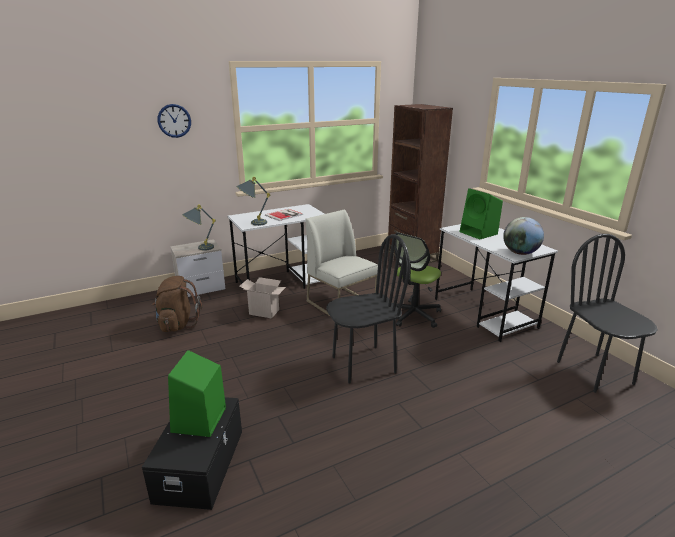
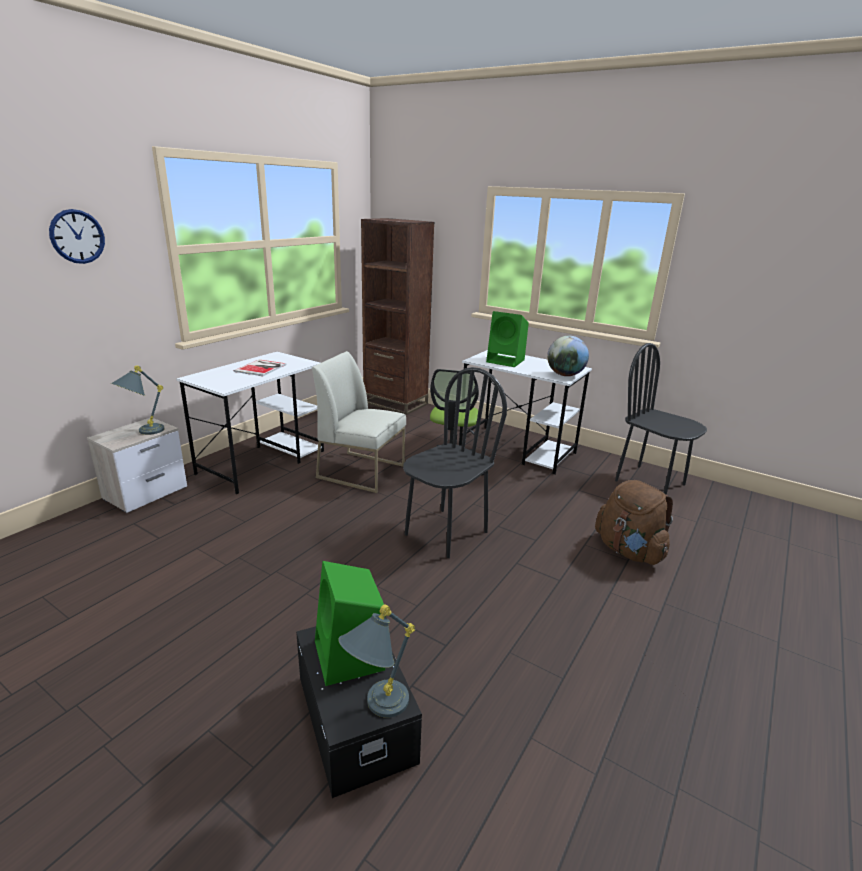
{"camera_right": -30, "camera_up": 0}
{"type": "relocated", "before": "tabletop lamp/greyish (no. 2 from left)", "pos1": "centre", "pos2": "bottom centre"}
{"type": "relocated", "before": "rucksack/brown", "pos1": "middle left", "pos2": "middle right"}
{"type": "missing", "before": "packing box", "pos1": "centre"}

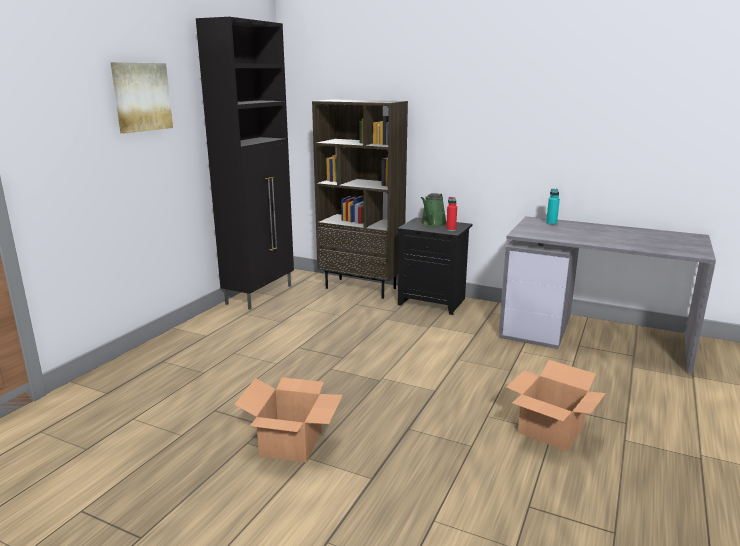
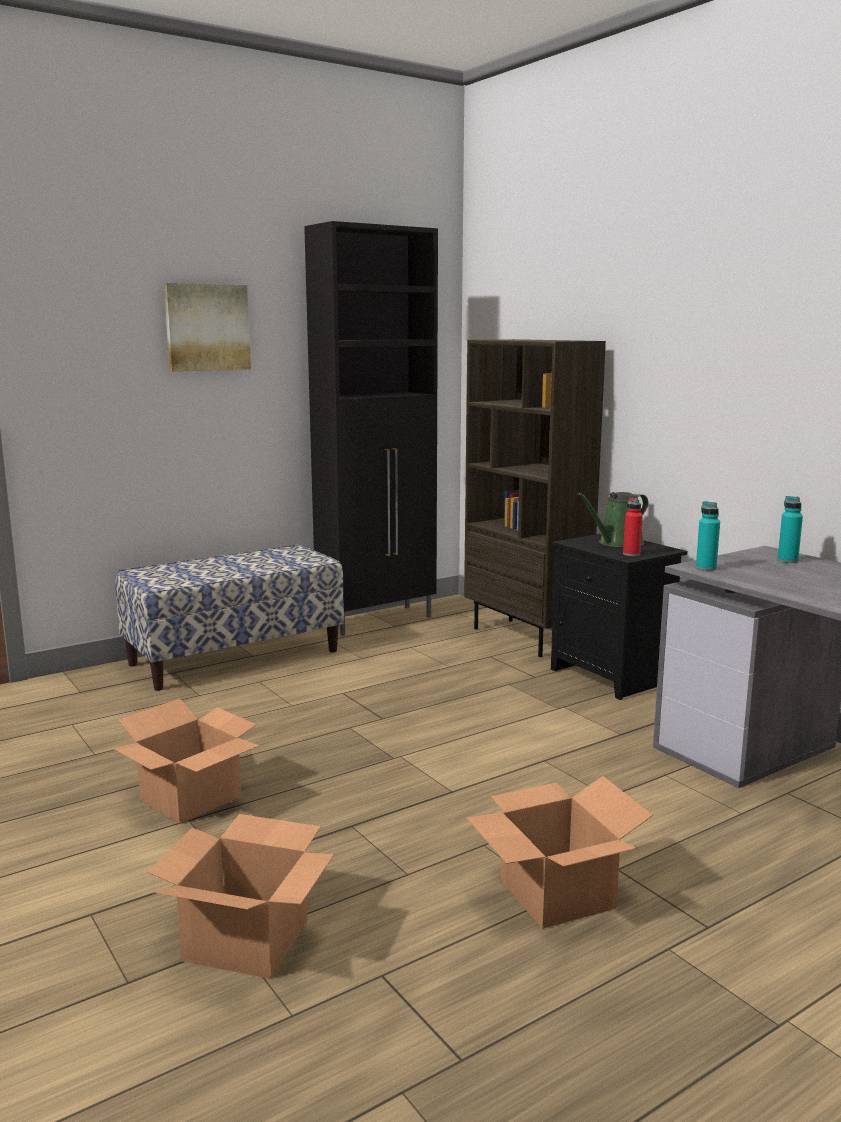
{"camera_right": 30, "camera_up": -5}
{"type": "appeared", "after": "drink bottle/blue-green (no. 1 from left)", "pos2": "middle right"}
{"type": "appeared", "after": "indoor bench", "pos2": "middle left"}
{"type": "appeared", "after": "packing box (no. 2 from left)", "pos2": "bottom left"}

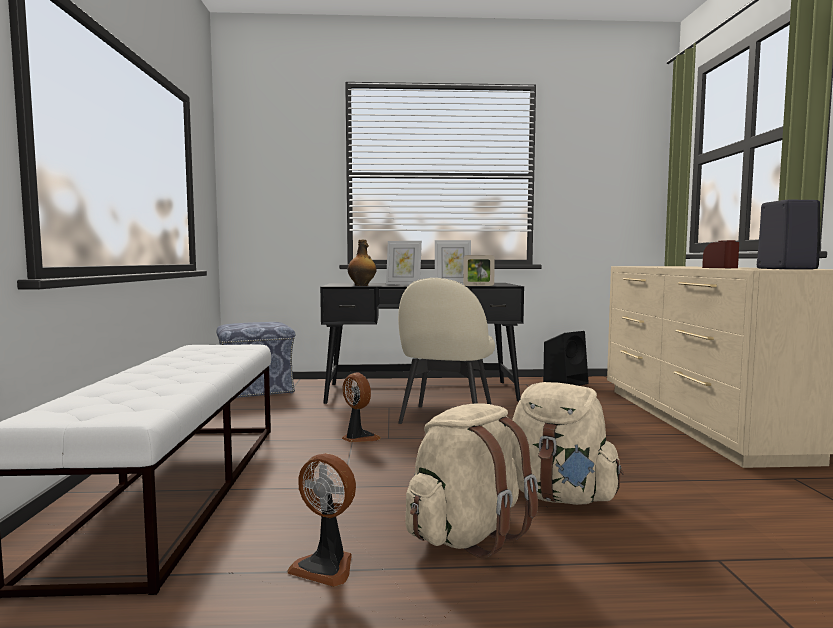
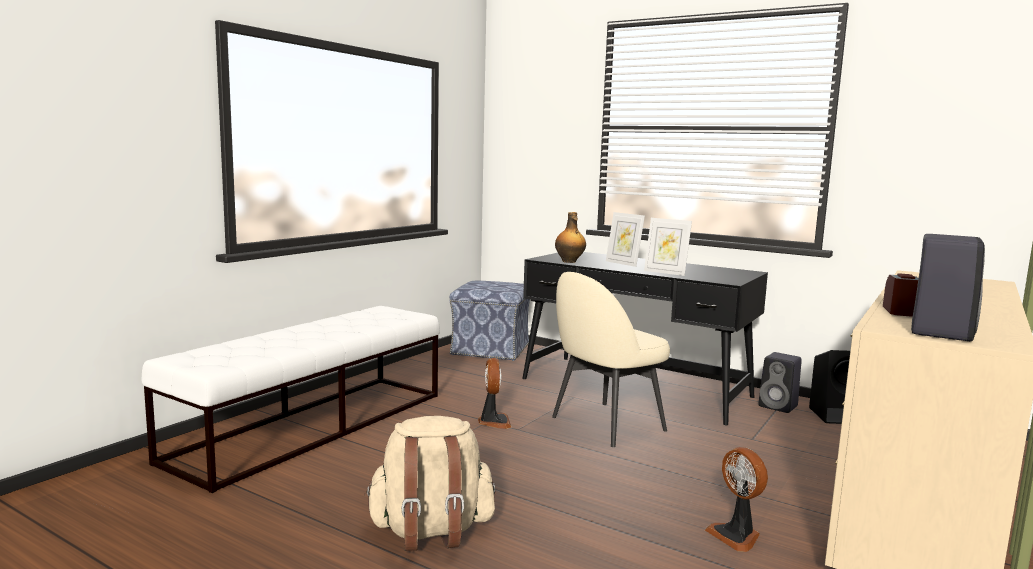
{"camera_right": 35, "camera_up": 5}
{"type": "missing", "before": "photo frame (no. 3 from left)", "pos1": "centre"}
{"type": "missing", "before": "rucksack/sand-coloured (no. 2 from left)", "pos1": "bottom right"}
{"type": "relocated", "before": "fan (no. 1 from left in the first image)", "after": "fan (no. 2 from left)", "pos1": "bottom centre", "pos2": "bottom right"}
{"type": "appeared", "after": "speaker/black (no. 1 from left)", "pos2": "bottom right"}

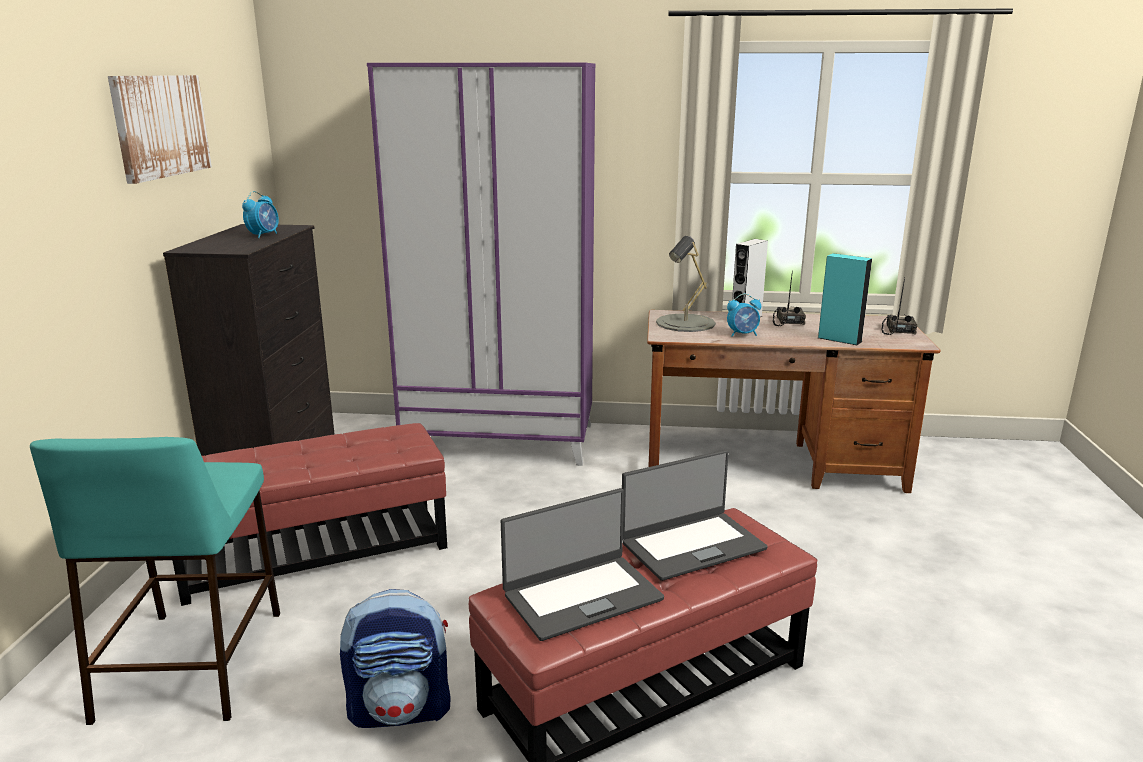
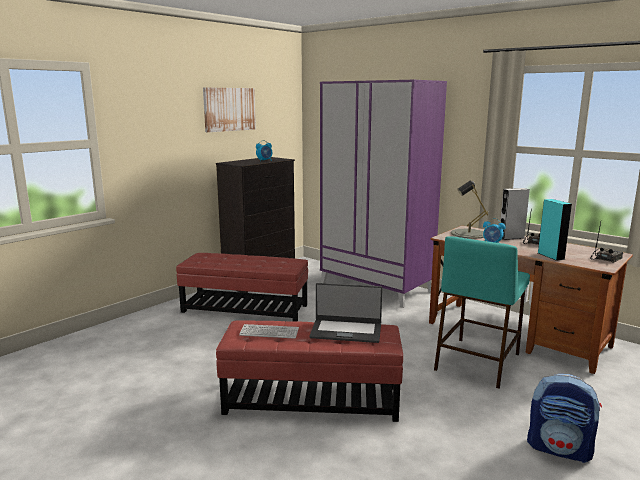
{"camera_right": 35, "camera_up": -5}
{"type": "relocated", "before": "sitting stool/blue-green", "pos1": "bottom left", "pos2": "middle right"}
{"type": "exchanged", "before": "laptop (no. 1 from left)", "after": "PC keyboard", "pos1": "bottom centre", "pos2": "bottom centre"}
{"type": "relocated", "before": "rucksack", "pos1": "bottom centre", "pos2": "bottom right"}

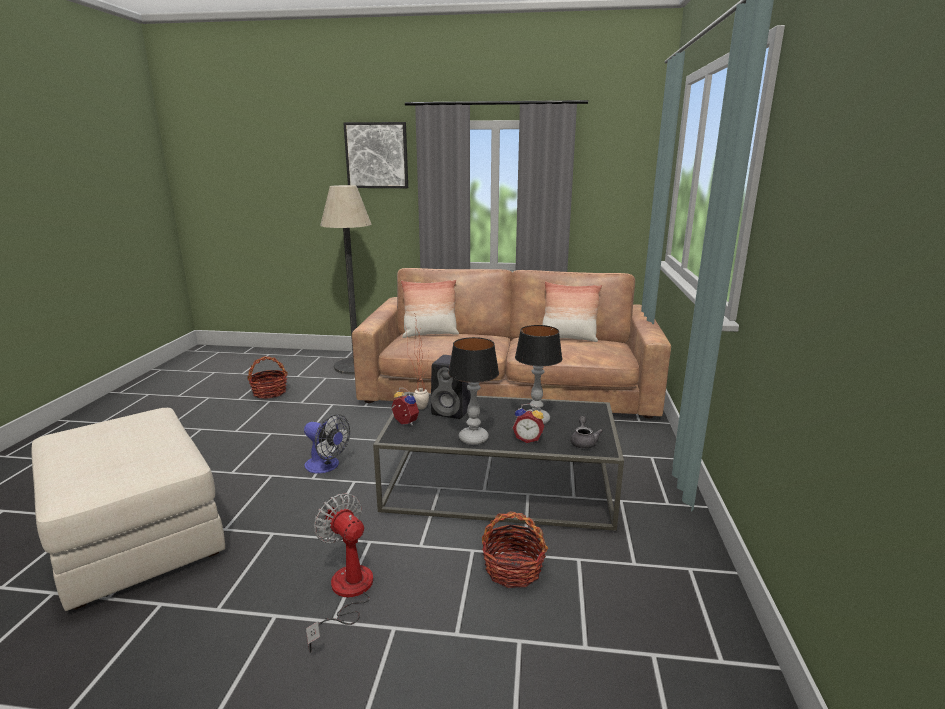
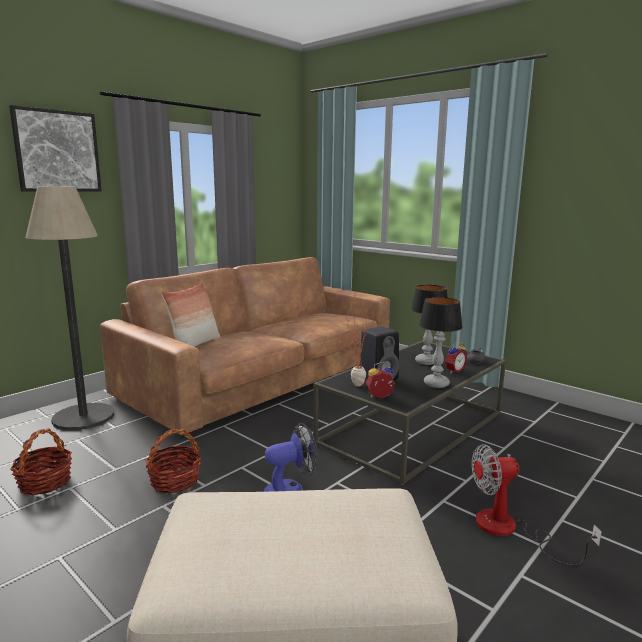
{"camera_right": -55, "camera_up": -5}
{"type": "missing", "before": "throw pillow (no. 2 from left)", "pos1": "centre"}
{"type": "relocated", "before": "household basket (no. 2 from left)", "pos1": "bottom centre", "pos2": "bottom left"}

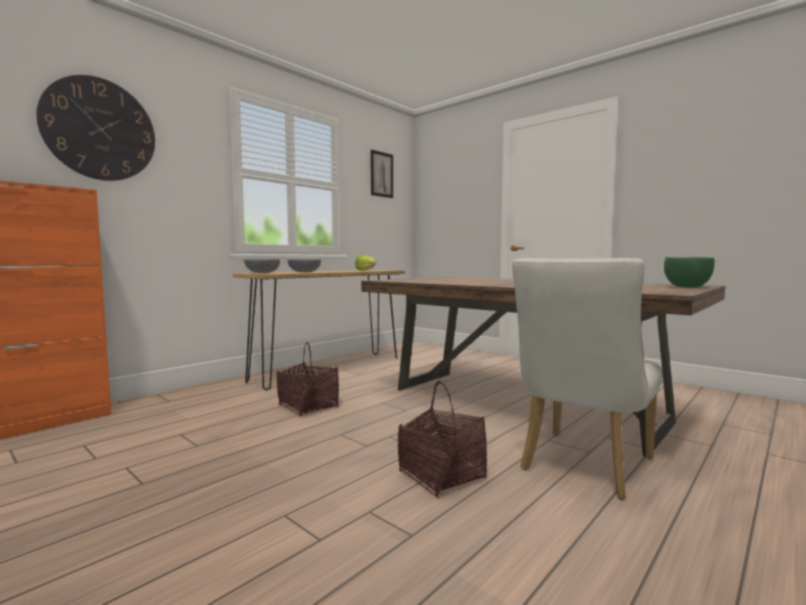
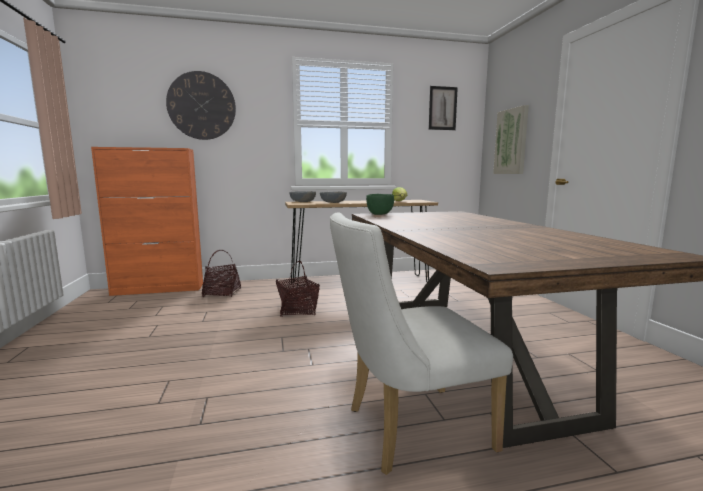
{"camera_right": 35, "camera_up": 5}
{"type": "relocated", "before": "deep dish/green-coloured", "pos1": "middle right", "pos2": "centre"}
{"type": "relocated", "before": "household basket (no. 2 from left in the first image)", "after": "household basket (no. 1 from left)", "pos1": "bottom centre", "pos2": "middle left"}
{"type": "appeared", "after": "wall picture (no. 2 from left)", "pos2": "top right"}

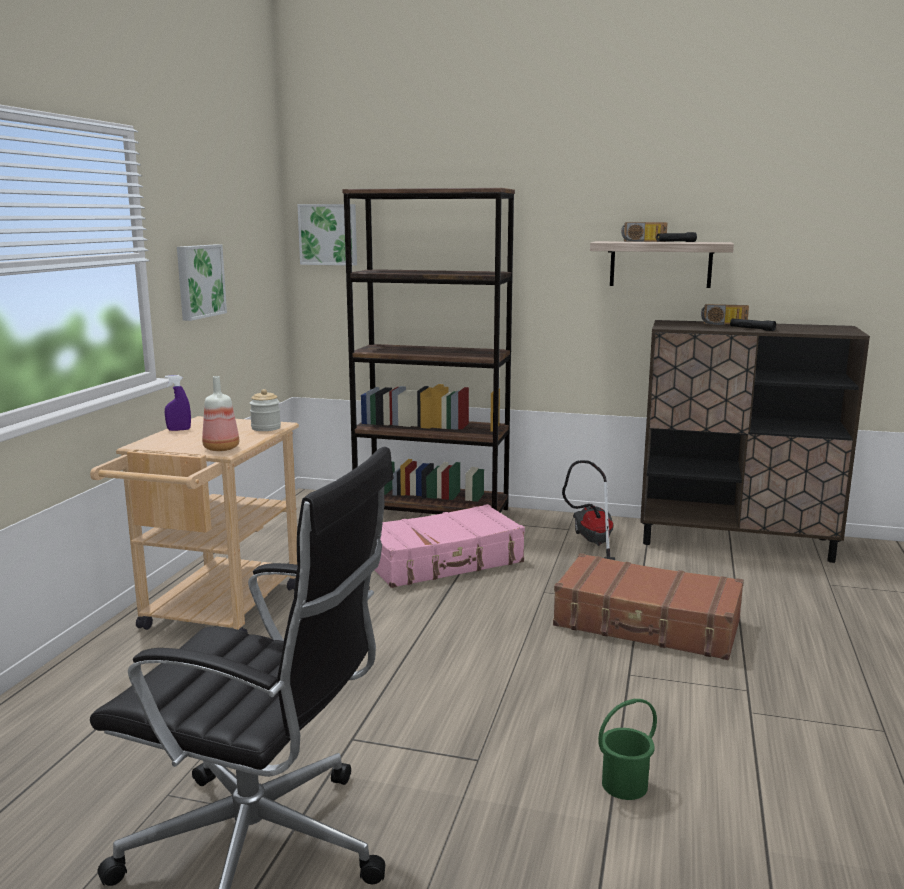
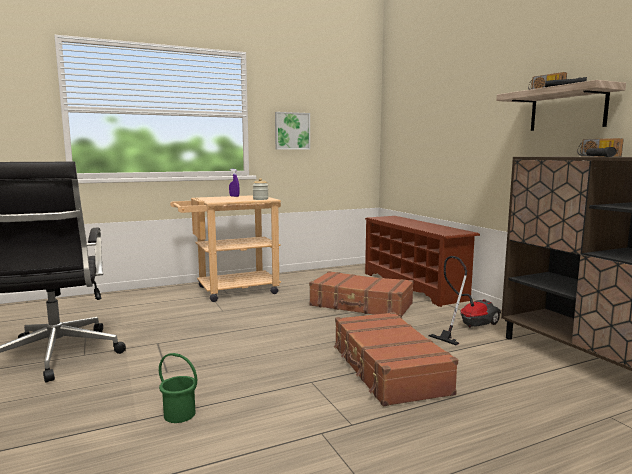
{"camera_right": 50, "camera_up": -5}
{"type": "exchanged", "before": "shelving unit/brown", "after": "shoe shelf/brown", "pos1": "centre", "pos2": "middle right"}
{"type": "missing", "before": "wall picture (no. 2 from left)", "pos1": "top centre"}
{"type": "missing", "before": "drink bottle", "pos1": "middle left"}
{"type": "colour", "before": "piece of luggage/pink", "after": "piece of luggage/brown (no. 1 from left)", "pos1": "centre", "pos2": "centre"}

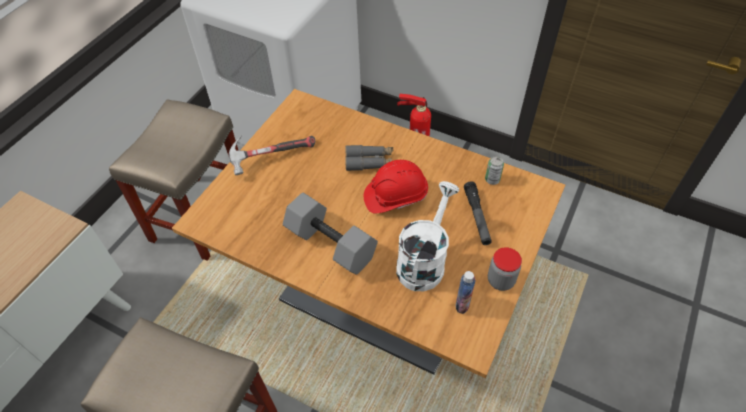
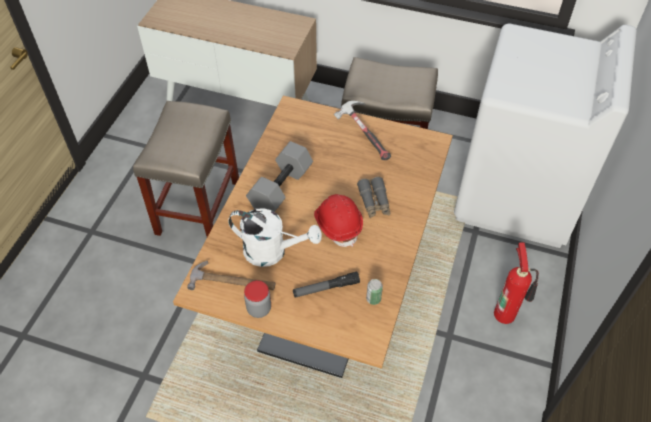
{"camera_right": 80, "camera_up": 0}
{"type": "exchanged", "before": "drink bottle", "after": "tool hammer (no. 1 from left)", "pos1": "bottom centre", "pos2": "centre"}

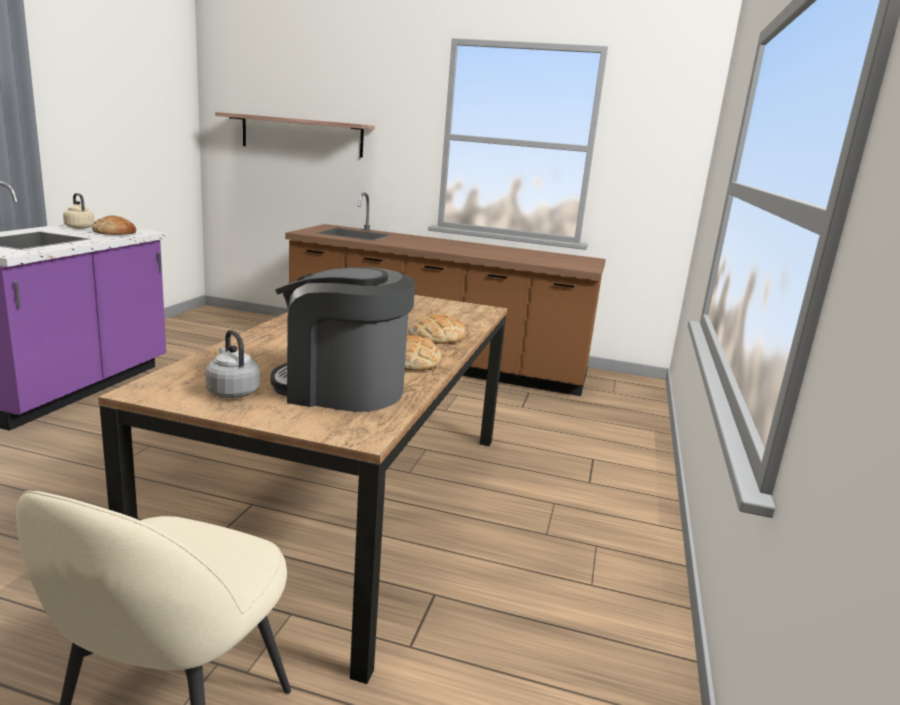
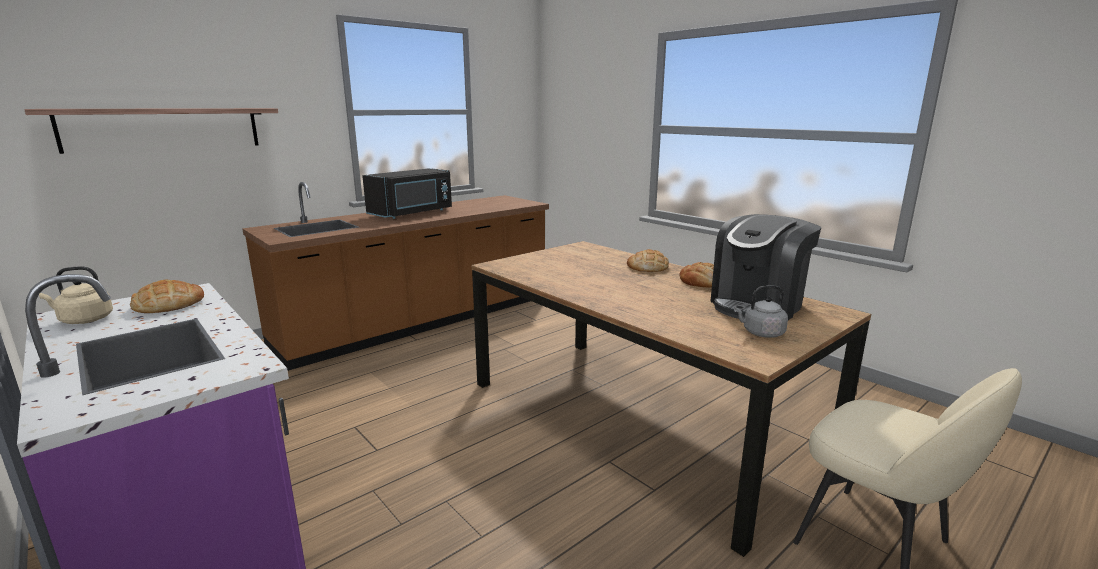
{"camera_right": -55, "camera_up": 0}
{"type": "appeared", "after": "microwave oven/black", "pos2": "centre"}

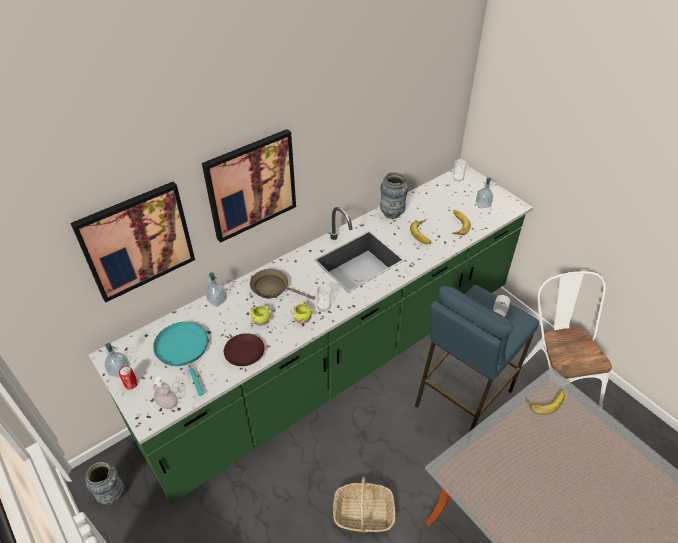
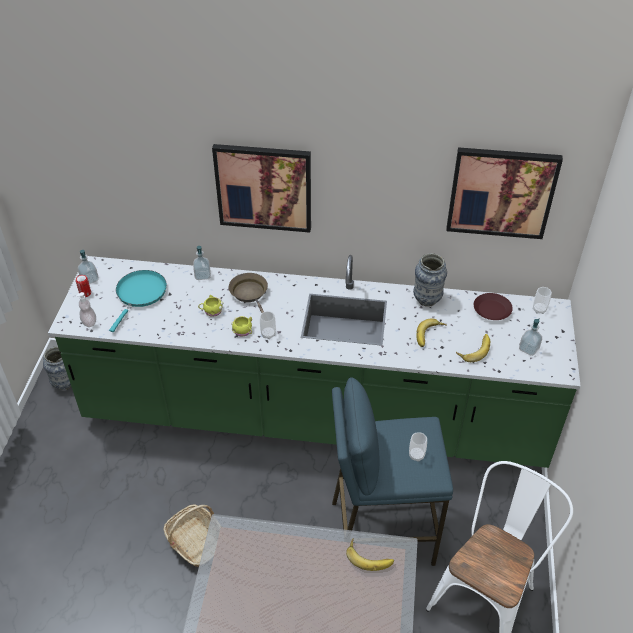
{"camera_right": 45, "camera_up": 0}
{"type": "relocated", "before": "wall picture (no. 1 from left in the first image)", "after": "wall picture (no. 2 from left)", "pos1": "middle left", "pos2": "top right"}
{"type": "relocated", "before": "plate/brown", "pos1": "centre", "pos2": "middle right"}

